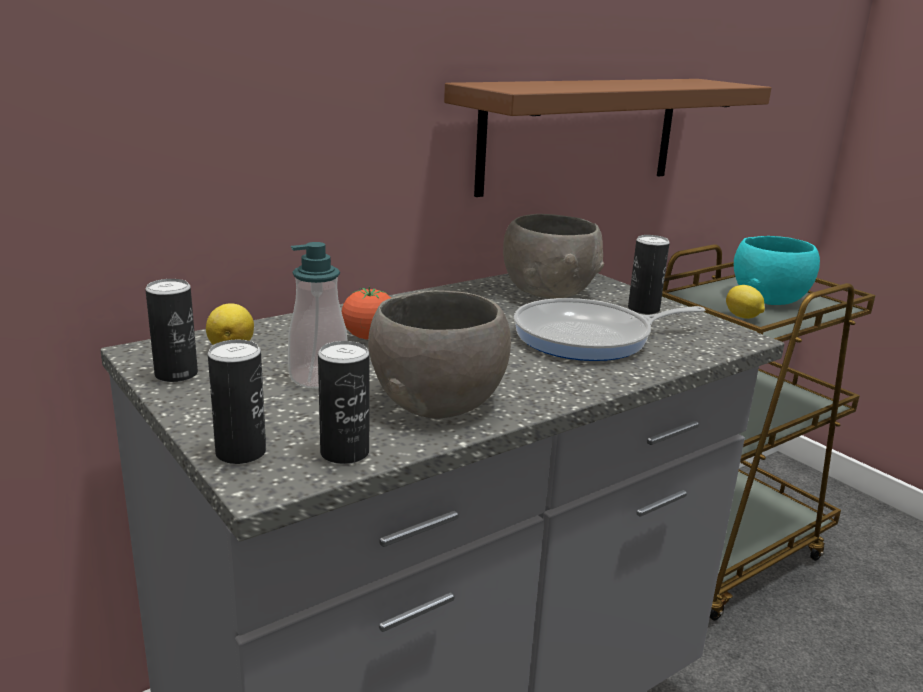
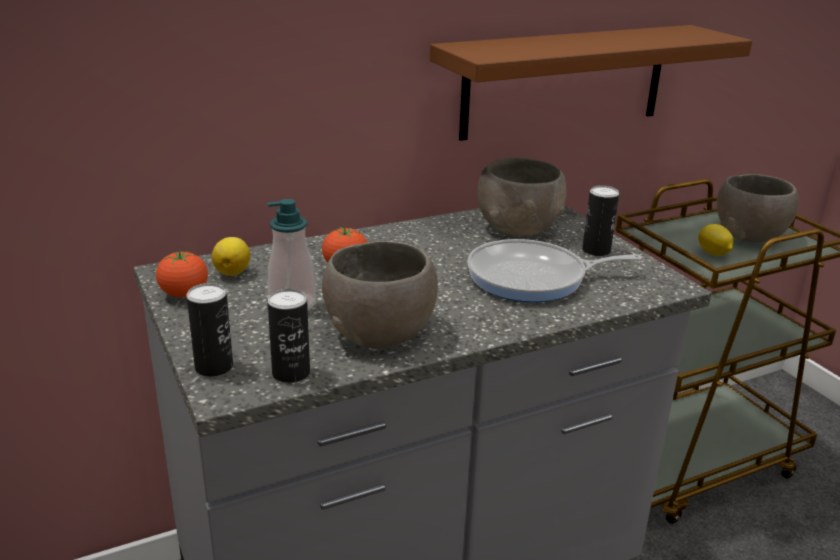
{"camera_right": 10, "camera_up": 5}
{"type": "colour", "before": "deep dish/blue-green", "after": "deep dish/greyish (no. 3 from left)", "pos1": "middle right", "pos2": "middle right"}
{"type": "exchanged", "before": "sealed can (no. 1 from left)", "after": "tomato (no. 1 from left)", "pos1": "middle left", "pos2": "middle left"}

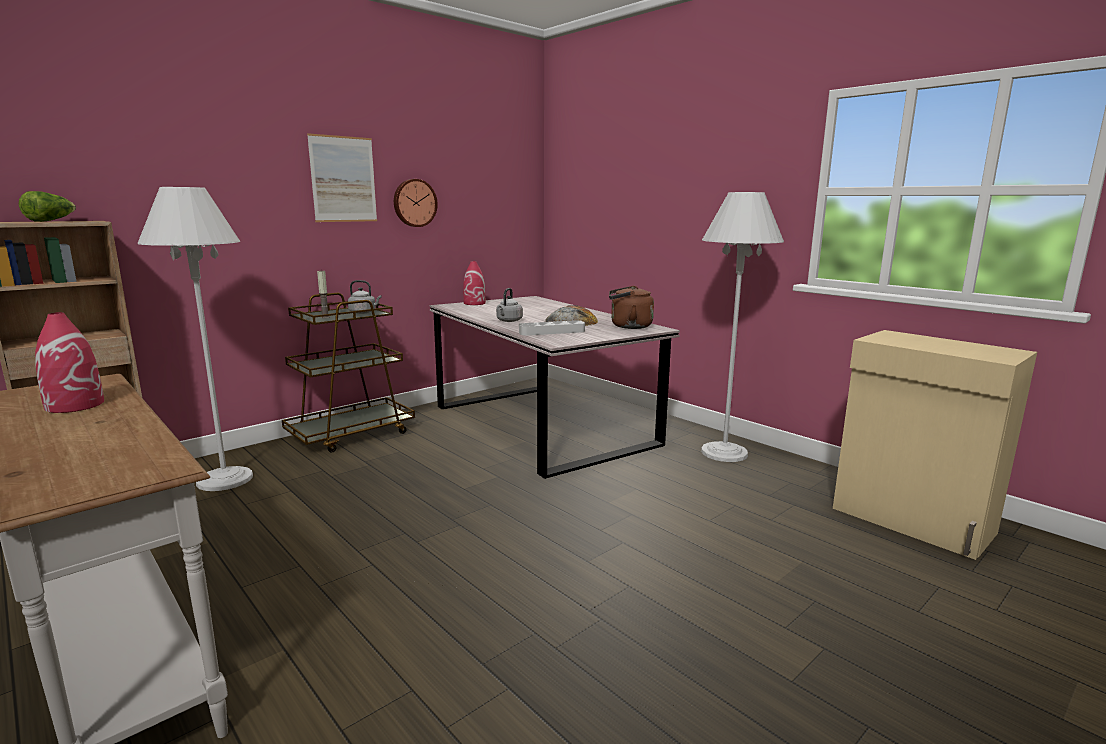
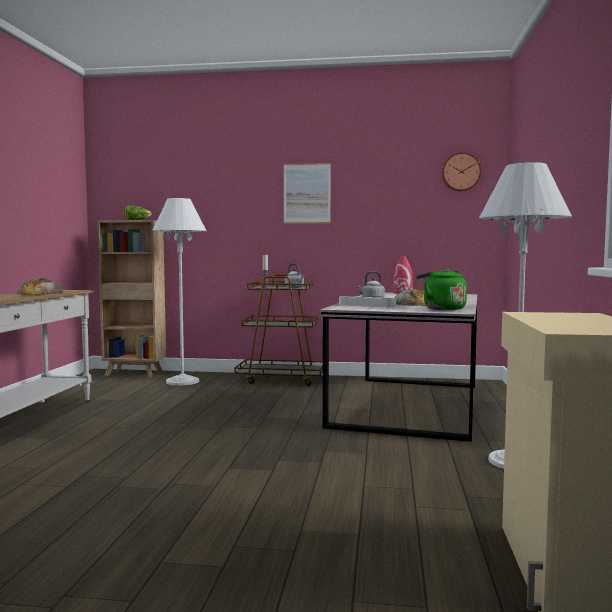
{"camera_right": 50, "camera_up": -10}
{"type": "relocated", "before": "clock on the wall", "pos1": "top centre", "pos2": "top right"}
{"type": "colour", "before": "tea kettle/brown", "after": "tea kettle/green-coloured", "pos1": "centre", "pos2": "middle right"}
{"type": "exchanged", "before": "decorative vase/red (no. 1 from left)", "after": "bakery bread (no. 1 from left)", "pos1": "middle left", "pos2": "middle left"}

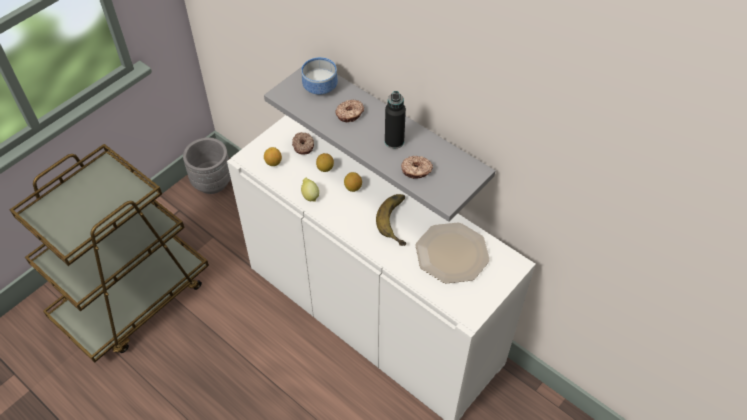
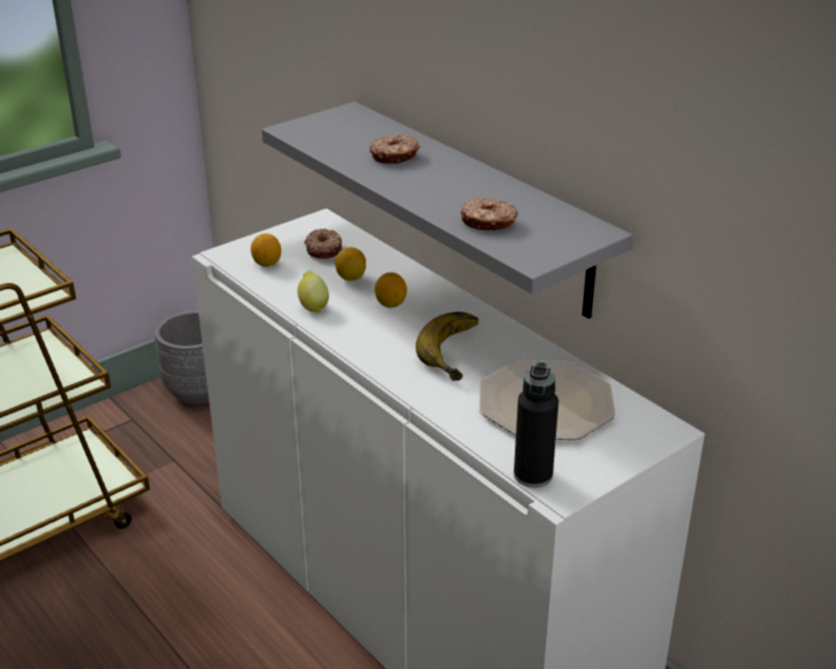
{"camera_right": 10, "camera_up": -20}
{"type": "missing", "before": "deep dish", "pos1": "top centre"}
{"type": "relocated", "before": "drink bottle/black", "pos1": "top centre", "pos2": "centre"}

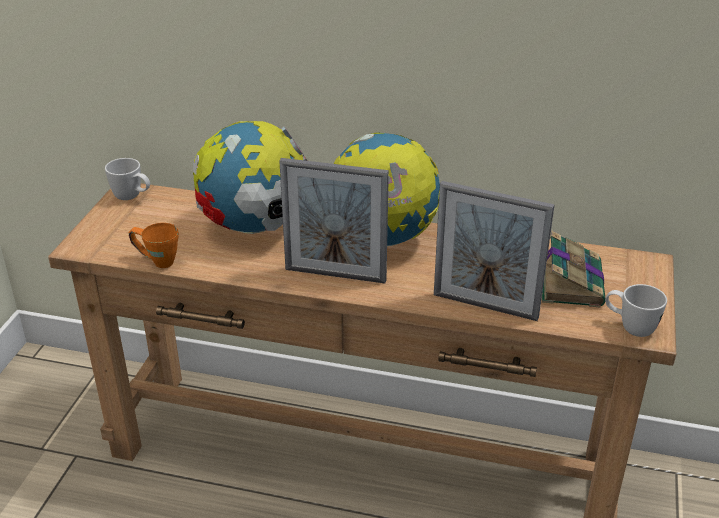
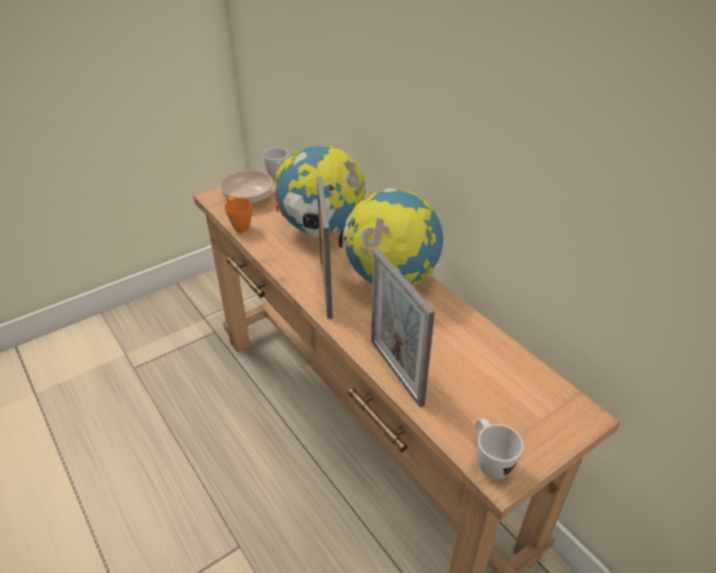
{"camera_right": 40, "camera_up": 5}
{"type": "spun", "before": "photo frame (no. 1 from left)", "pos1": "centre", "pos2": "centre", "turn": -150}
{"type": "missing", "before": "volume", "pos1": "middle right"}
{"type": "appeared", "after": "deep dish", "pos2": "top centre"}

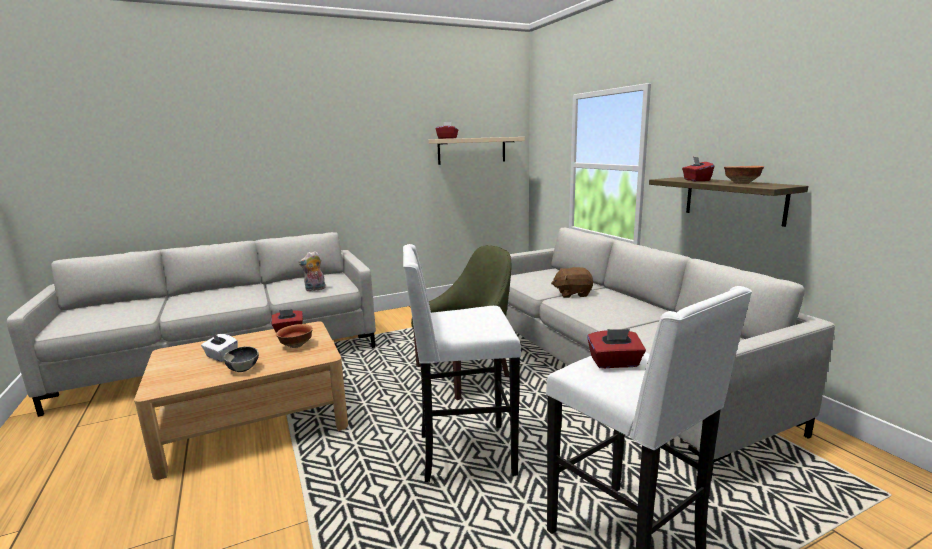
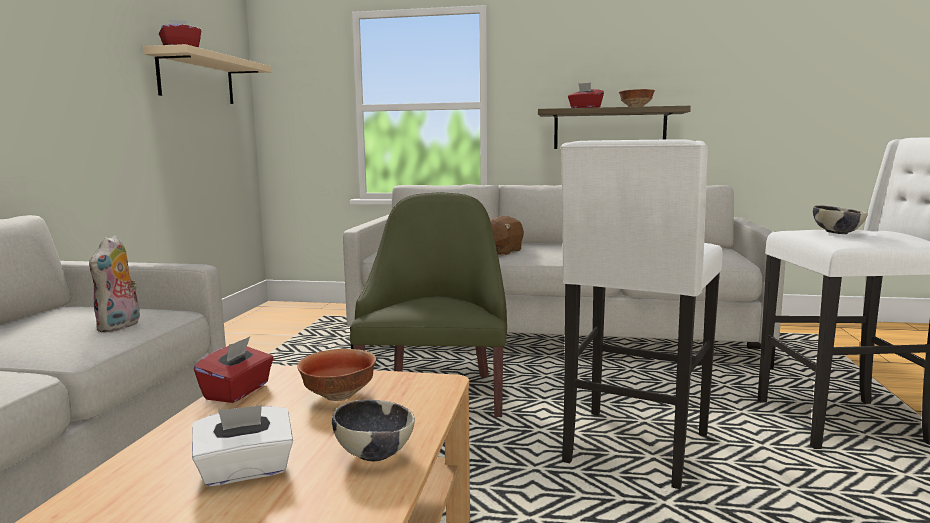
{"camera_right": -55, "camera_up": -5}
{"type": "exchanged", "before": "tissue holder/red (no. 3 from left)", "after": "deep dish (no. 4 from left)", "pos1": "centre", "pos2": "middle right"}

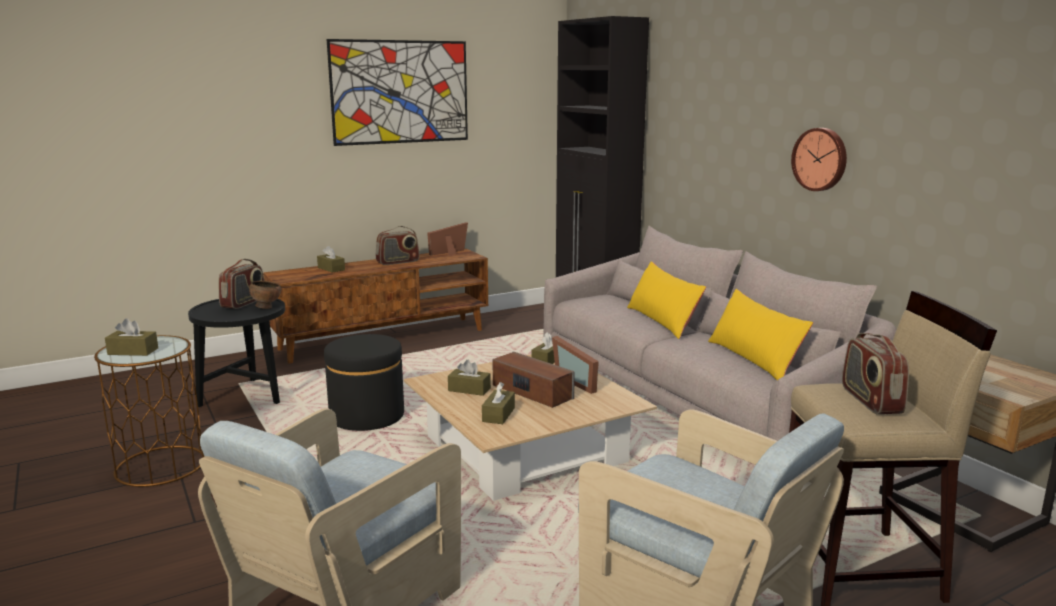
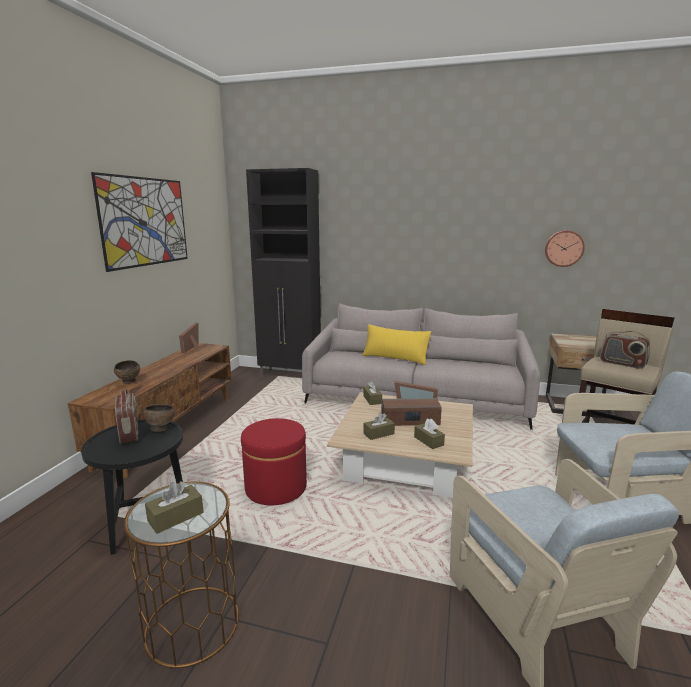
{"camera_right": -45, "camera_up": 0}
{"type": "relocated", "before": "clock on the wall", "pos1": "top right", "pos2": "middle right"}
{"type": "missing", "before": "radio receiver (no. 2 from left)", "pos1": "centre"}
{"type": "exchanged", "before": "tissue holder/brown (no. 2 from left)", "after": "deep dish/brown (no. 1 from left)", "pos1": "middle left", "pos2": "middle left"}
{"type": "missing", "before": "throw pillow/yellowish (no. 2 from left)", "pos1": "middle right"}
{"type": "colour", "before": "ottoman/black", "after": "ottoman/red", "pos1": "centre", "pos2": "bottom centre"}

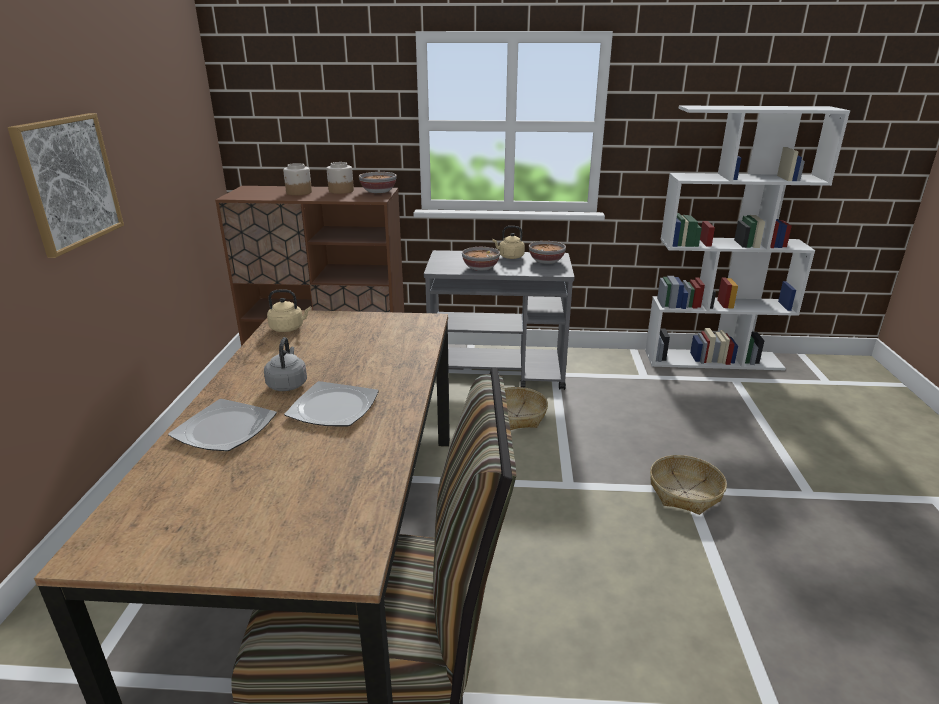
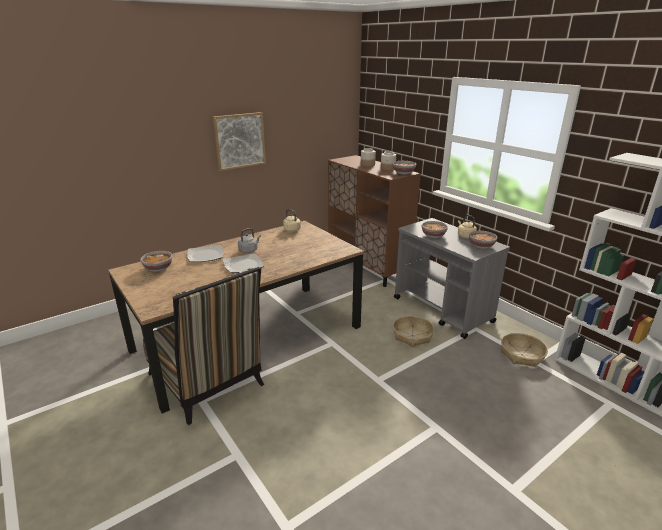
{"camera_right": 50, "camera_up": 0}
{"type": "relocated", "before": "household basket (no. 2 from left)", "pos1": "bottom right", "pos2": "middle right"}
{"type": "appeared", "after": "deep dish (no. 1 from left)", "pos2": "middle left"}

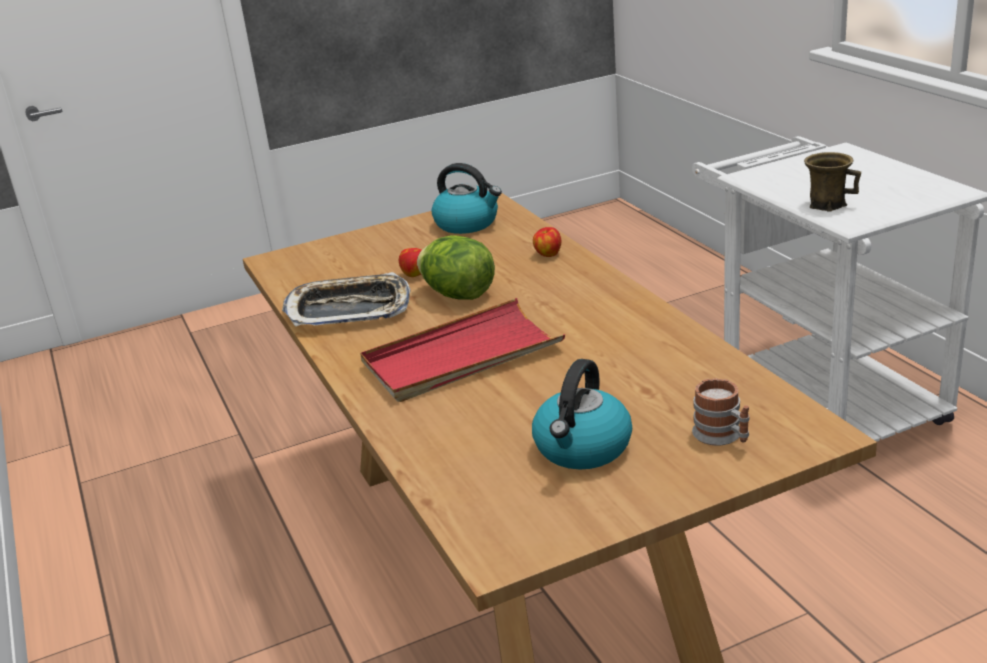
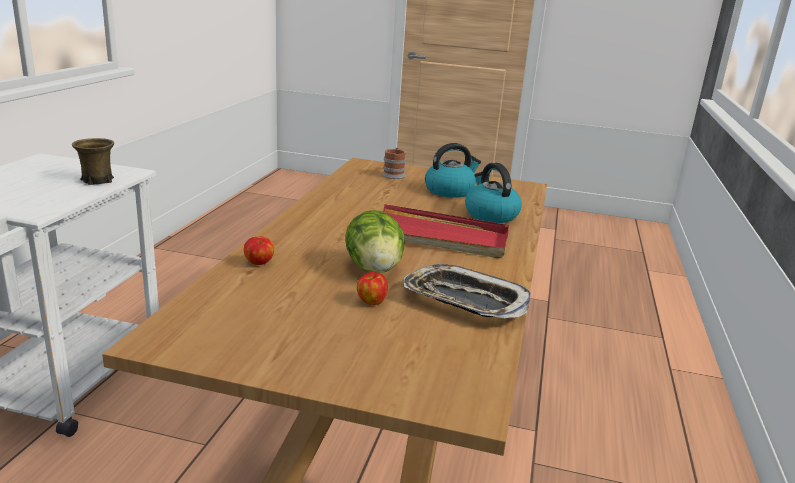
{"camera_right": -145, "camera_up": -5}
{"type": "relocated", "before": "tea kettle (no. 1 from left in the first image)", "after": "tea kettle (no. 2 from left)", "pos1": "top centre", "pos2": "centre"}

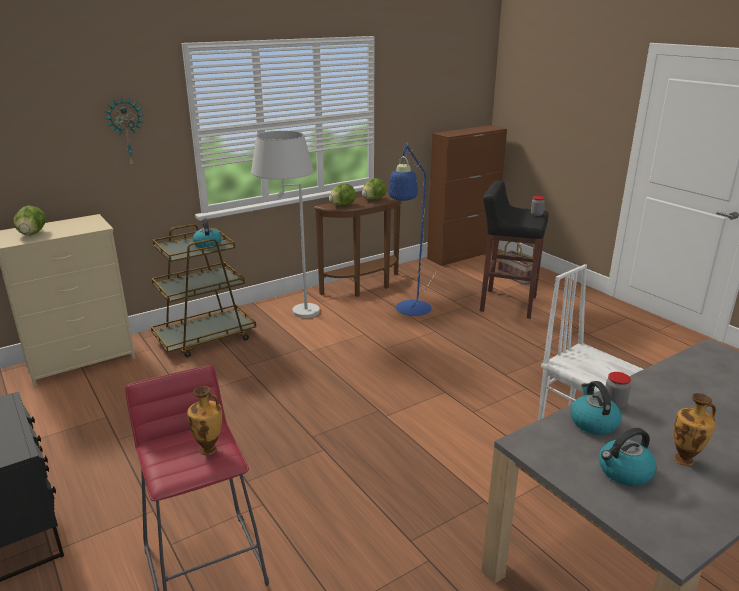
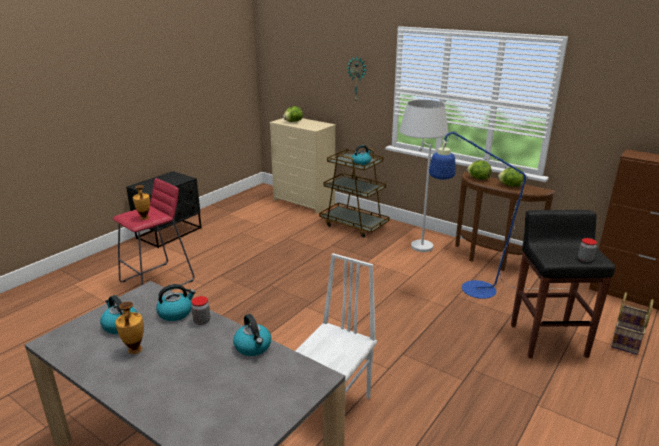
{"camera_right": 70, "camera_up": 0}
{"type": "appeared", "after": "tea kettle (no. 3 from left)", "pos2": "bottom centre"}

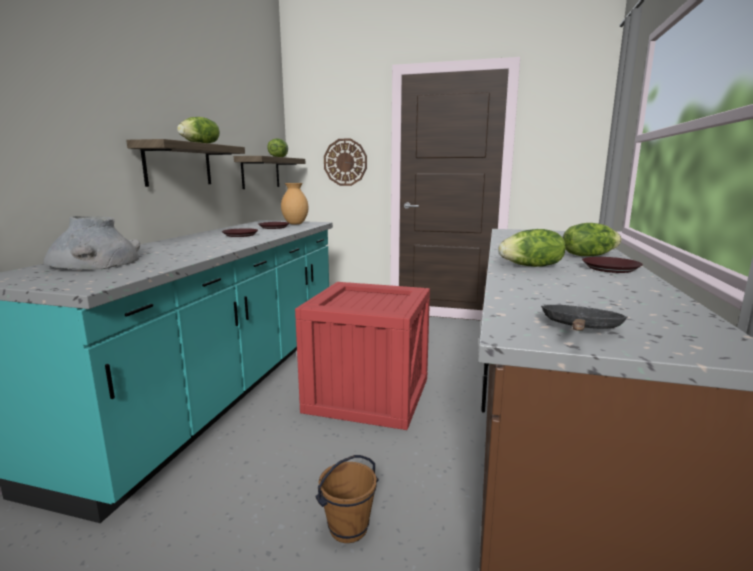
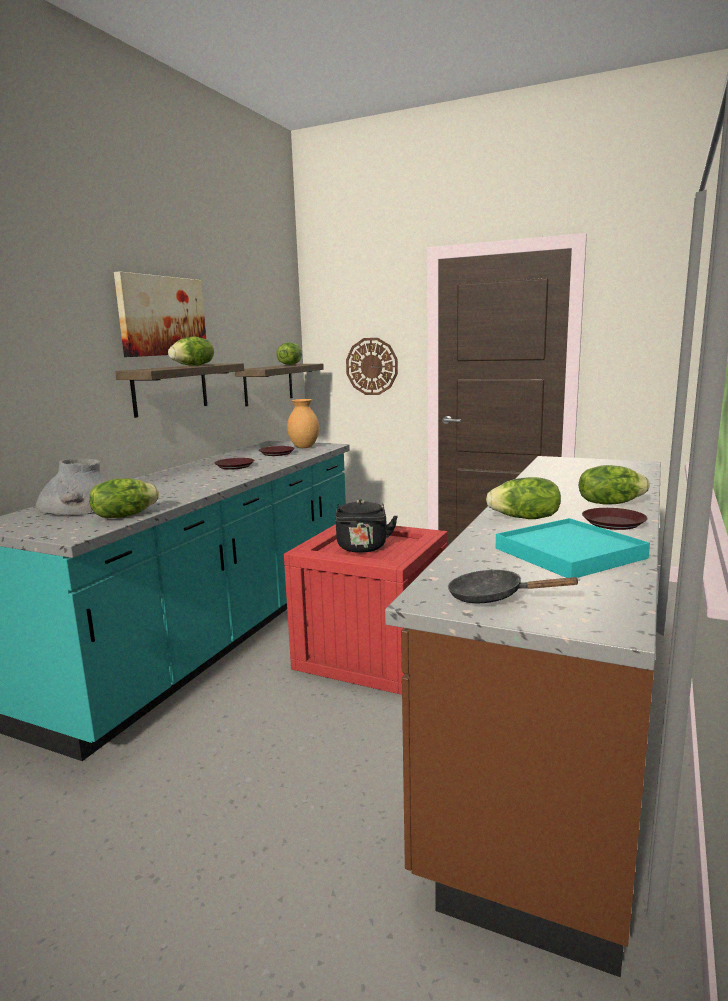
{"camera_right": 10, "camera_up": 0}
{"type": "spun", "before": "pan/black", "pos1": "middle right", "pos2": "middle right", "turn": -105}
{"type": "missing", "before": "bucket/brown", "pos1": "bottom centre"}
{"type": "appeared", "after": "wall picture", "pos2": "top left"}
{"type": "appeared", "after": "lettuce (no. 1 from left)", "pos2": "middle left"}
{"type": "appeared", "after": "tea kettle/black", "pos2": "centre"}
{"type": "appeared", "after": "carrying tray/blue-green", "pos2": "middle right"}

